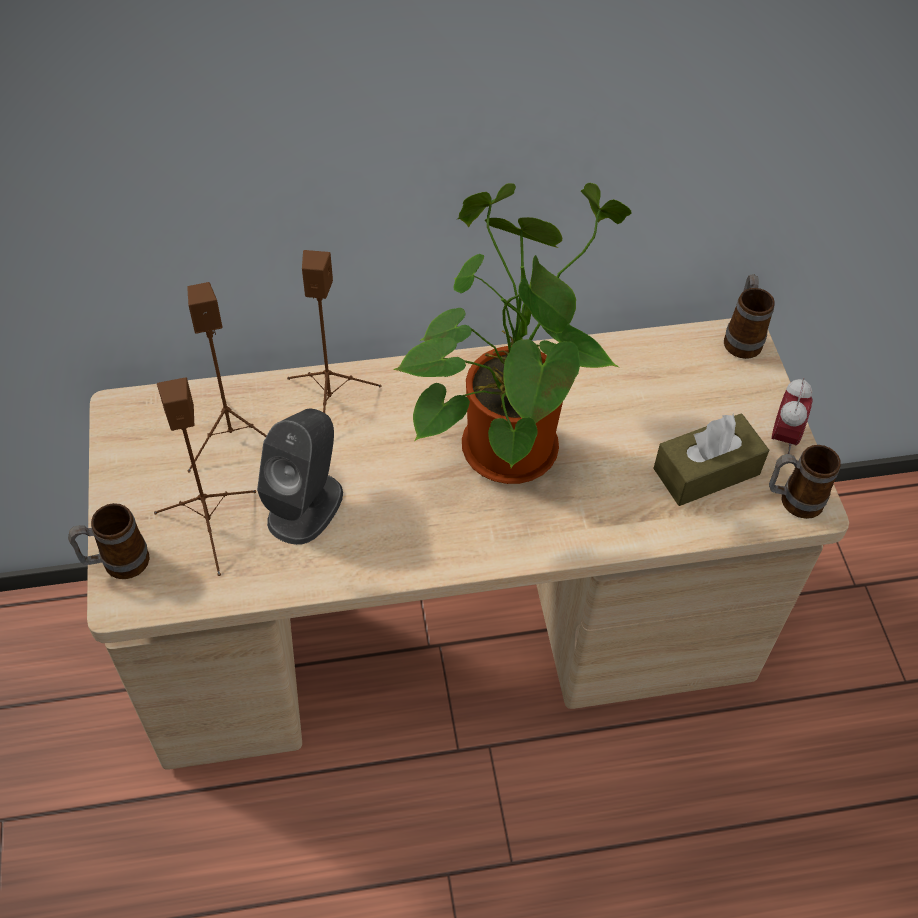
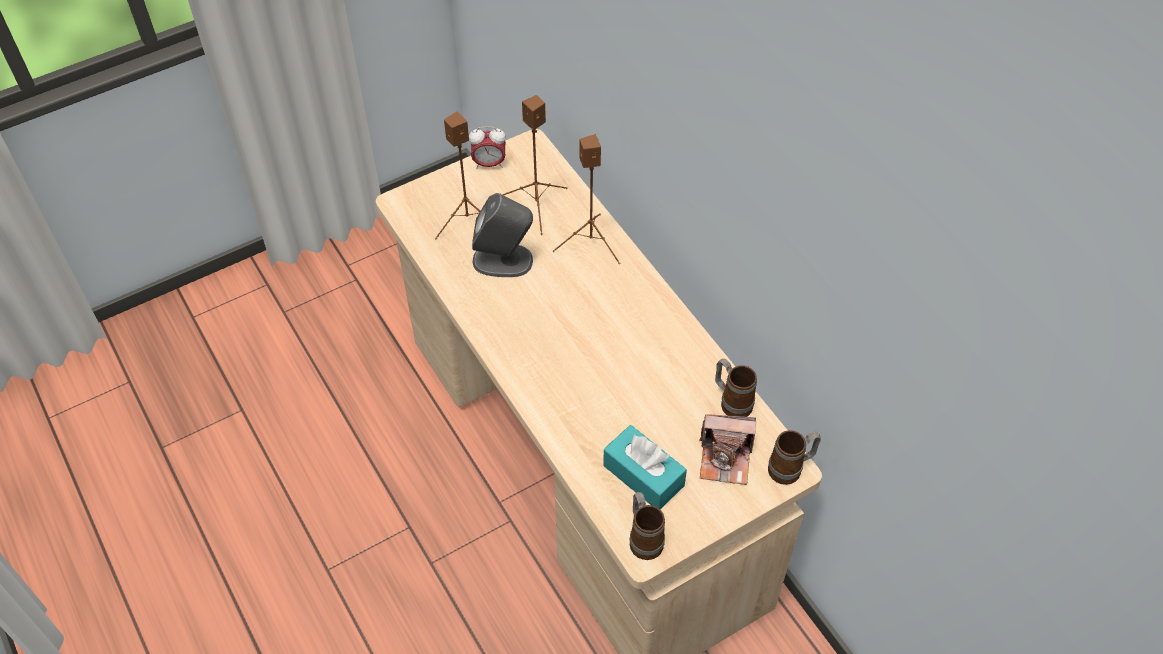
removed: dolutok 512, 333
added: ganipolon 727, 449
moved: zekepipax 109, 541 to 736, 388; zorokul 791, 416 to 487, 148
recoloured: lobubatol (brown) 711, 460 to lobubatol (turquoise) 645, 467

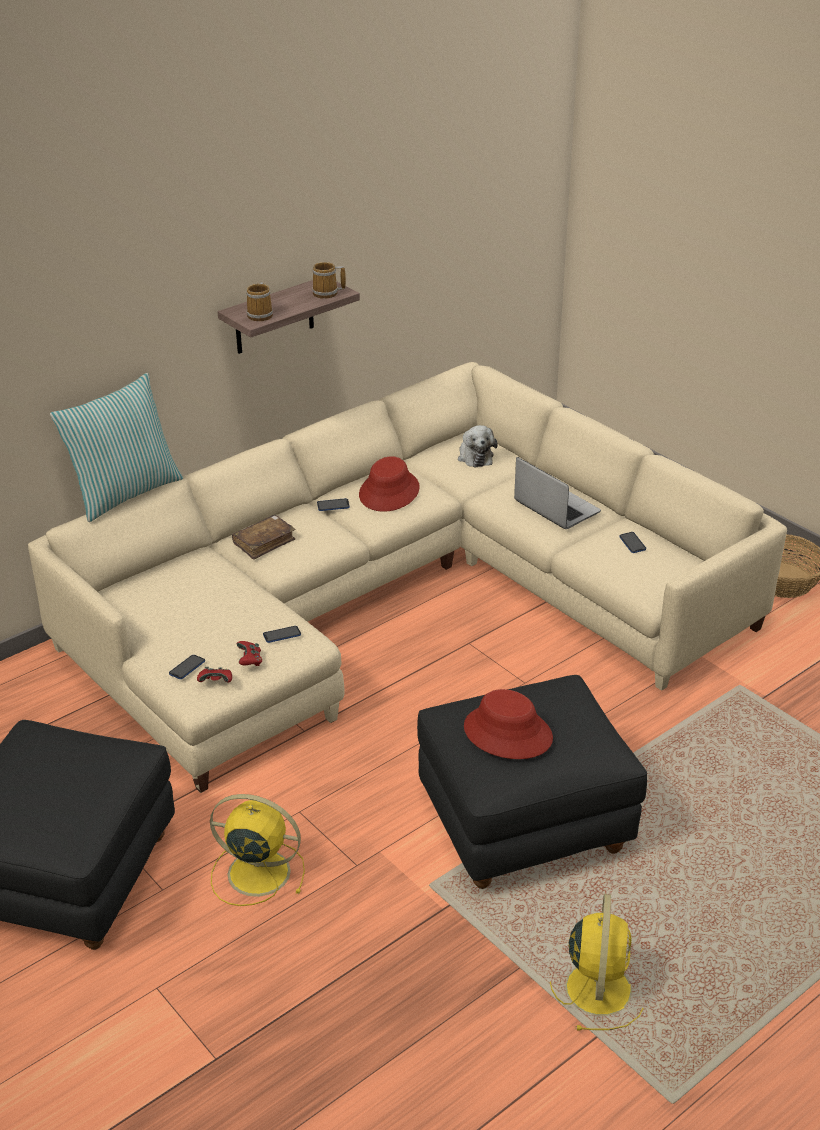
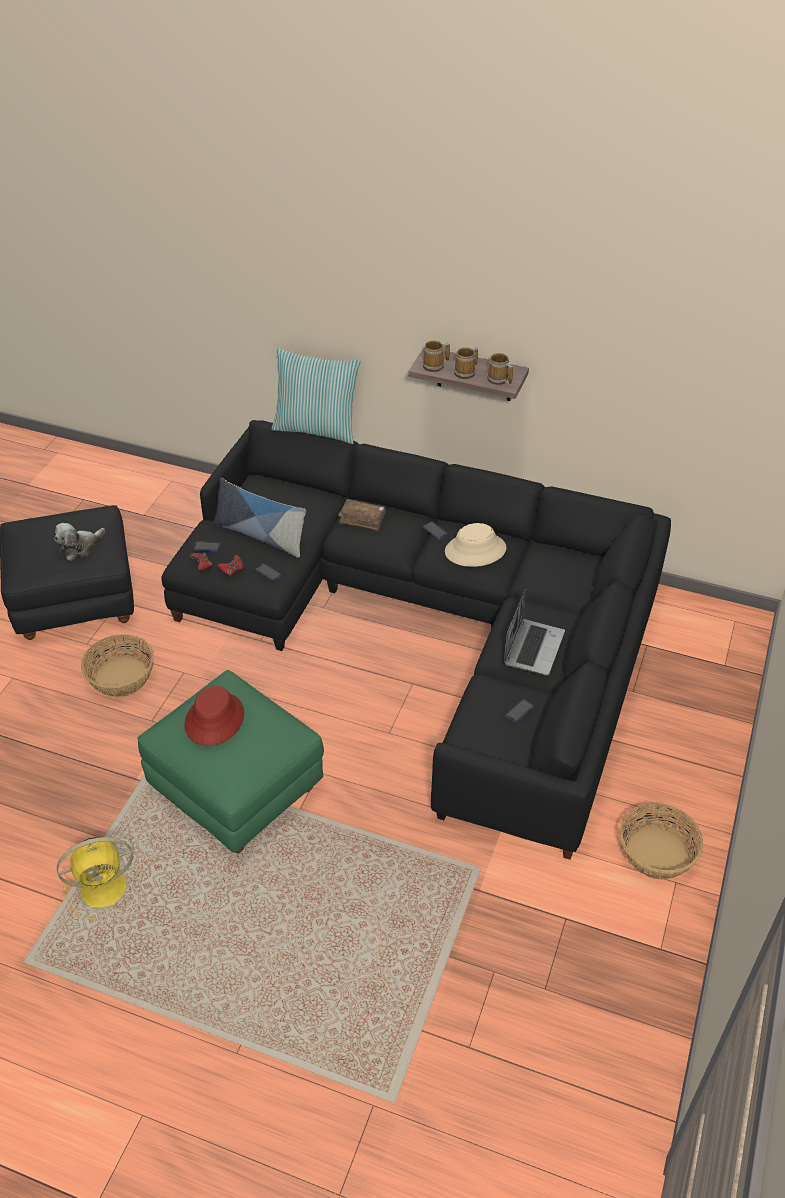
added: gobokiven 259, 518; zekepipax 466, 363
moved: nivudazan 478, 446 to 79, 542
replaced: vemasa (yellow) 257, 850 to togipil 117, 665
recoloured: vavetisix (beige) 407, 577 to vavetisix (black) 416, 640; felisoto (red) 389, 484 to felisoto (beige) 476, 545; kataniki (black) 532, 782 to kataniki (green) 230, 761

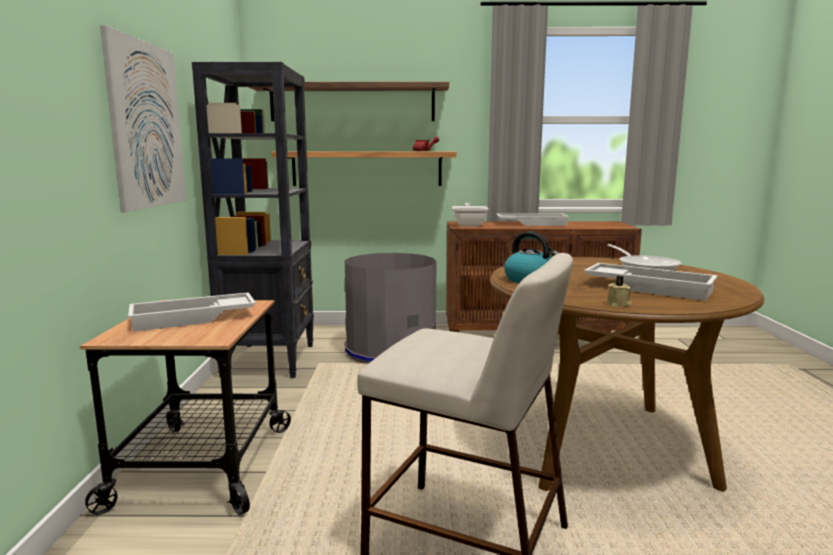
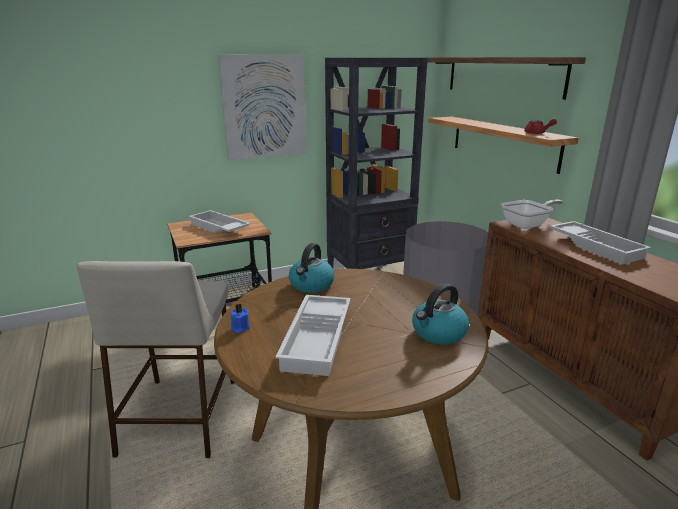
replaced: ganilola 644, 257 to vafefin 440, 314
recoloured: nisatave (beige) 619, 291 to nisatave (blue) 240, 318

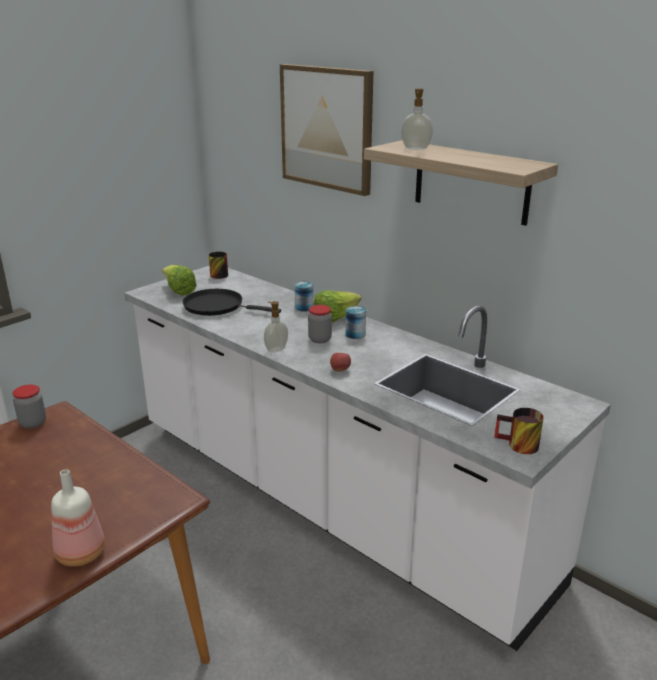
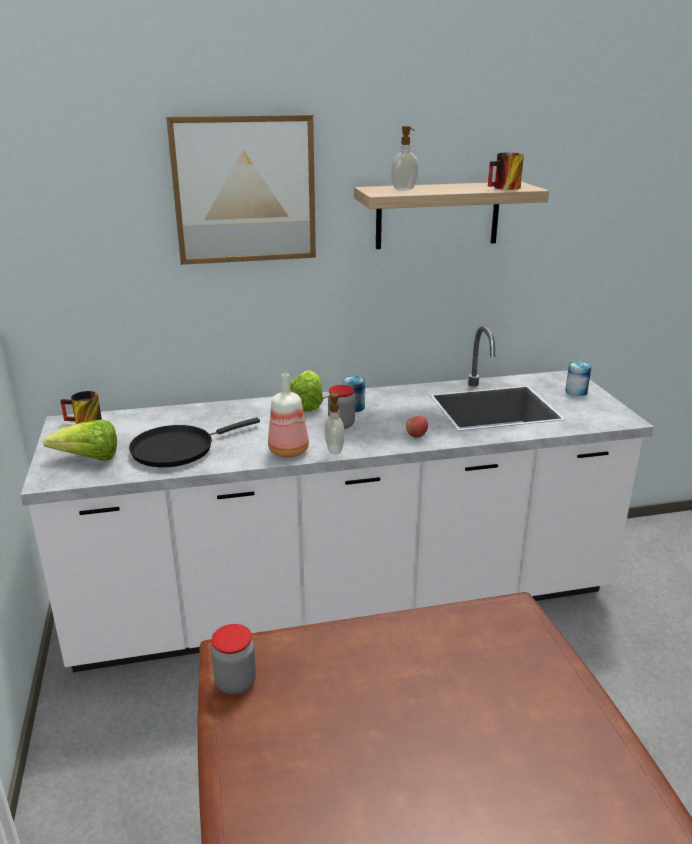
moved: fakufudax 78, 518 to 288, 415; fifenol 303, 296 to 578, 378; zekepipax 519, 431 to 506, 171

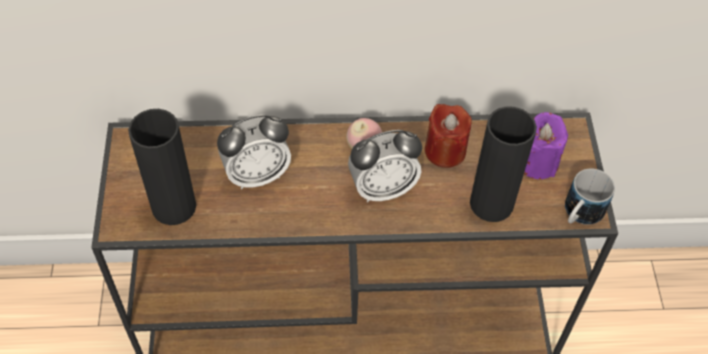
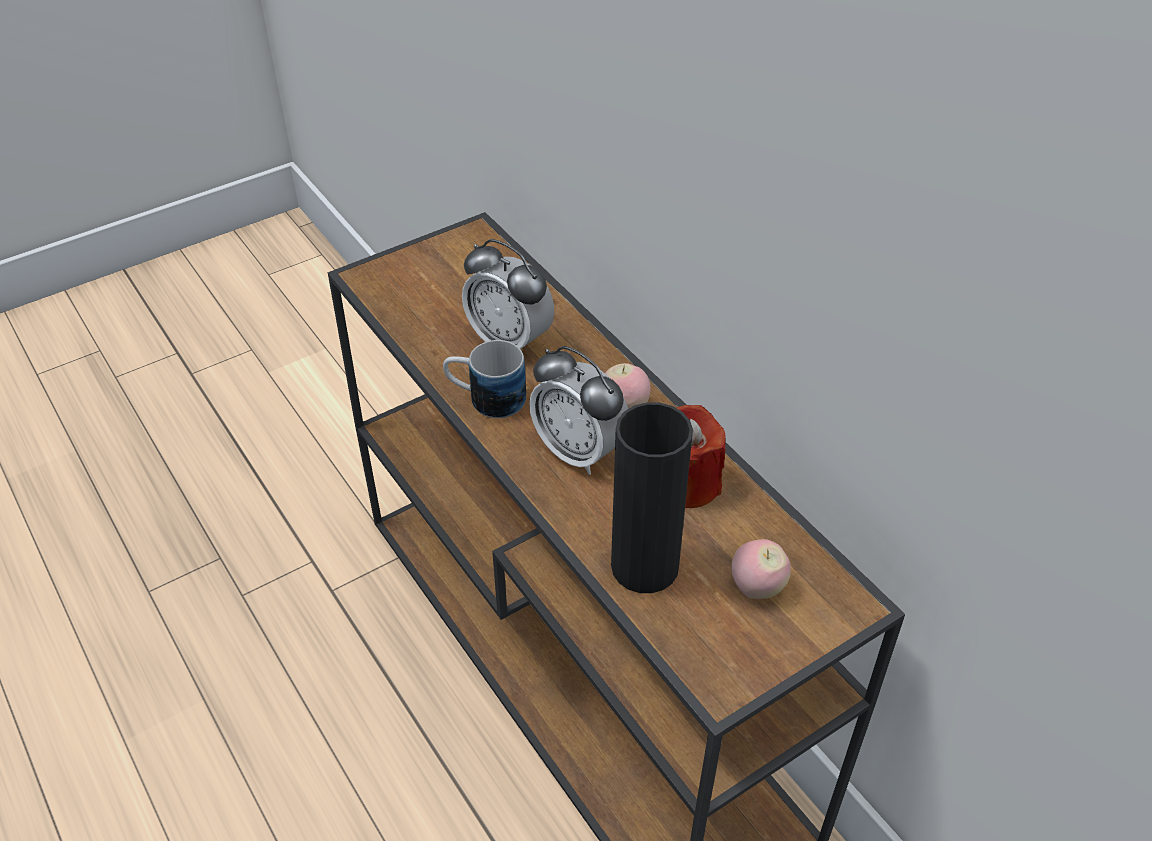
removed: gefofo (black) 162, 167
moved: zekepipax 590, 197 to 484, 379
replaced: nisatave (purple) 546, 145 to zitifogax 761, 569

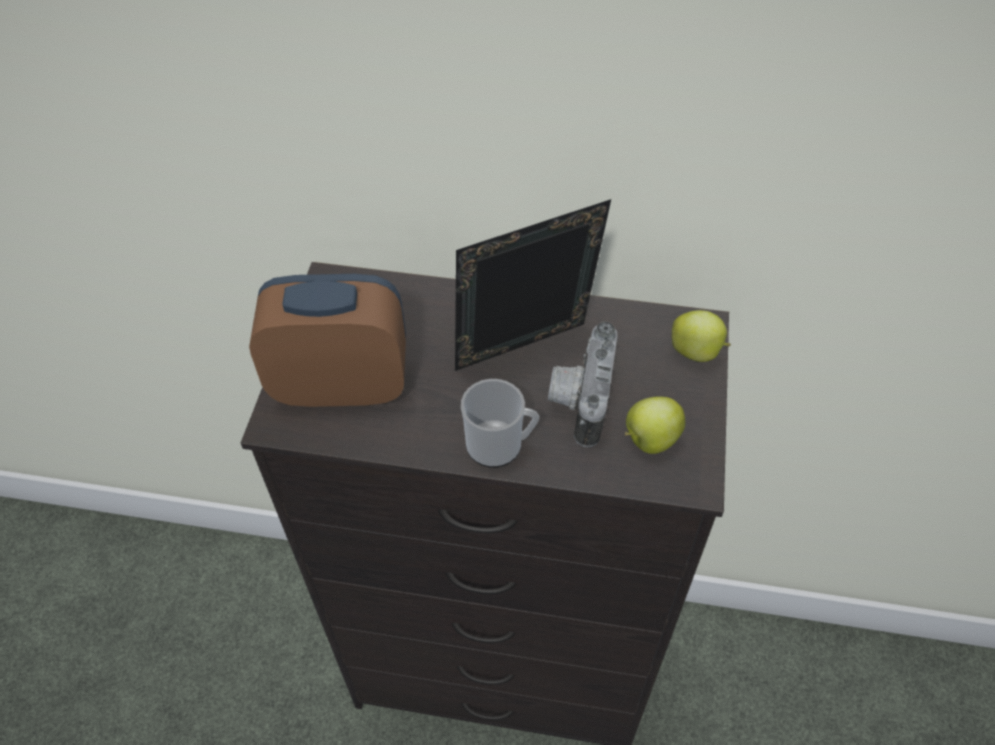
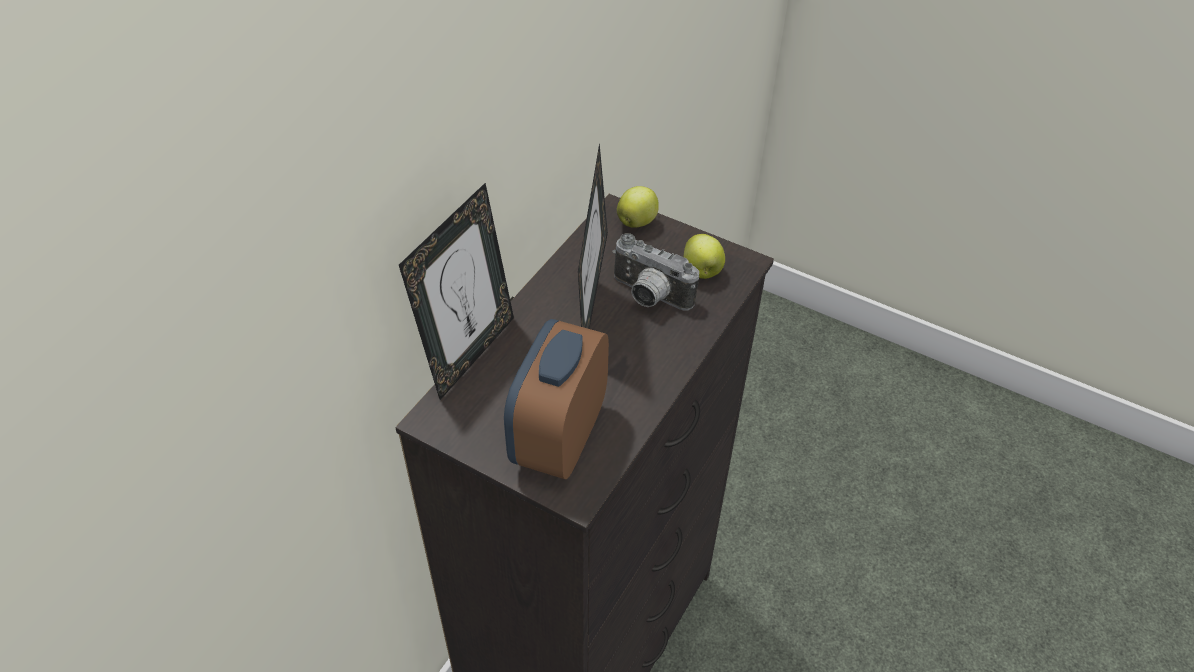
removed: zekepipax 500, 423
added: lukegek 456, 291

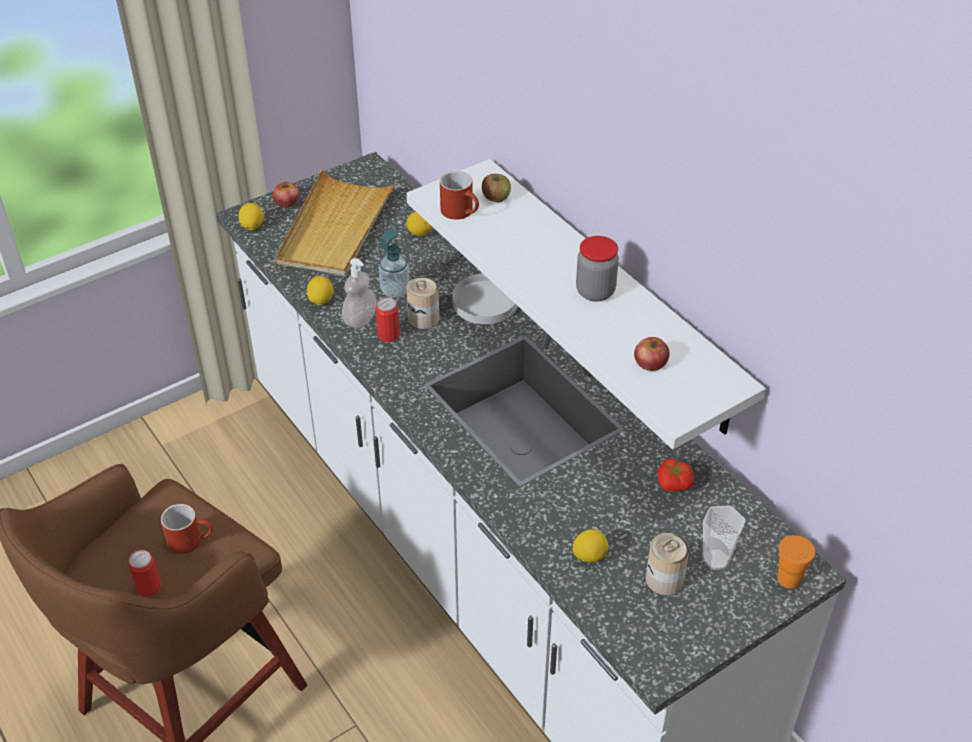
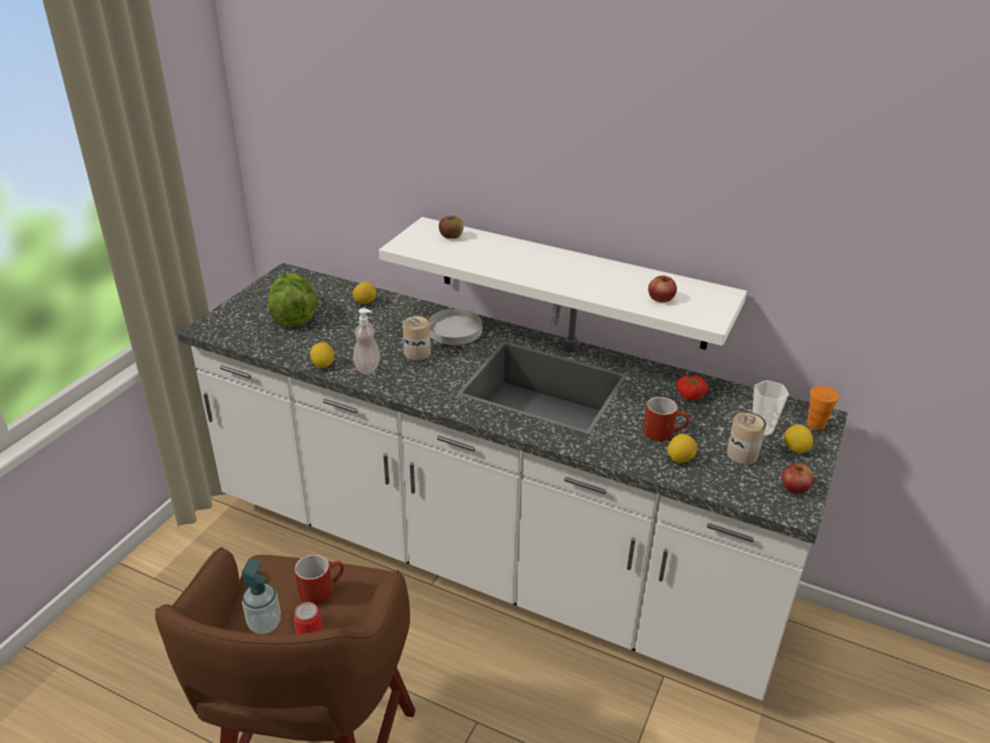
removed: fifenol 388, 319; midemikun 597, 269
moved: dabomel 251, 216 to 798, 439; zitifogax 286, 195 to 797, 478; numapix 394, 263 to 261, 596; zekepipax (red) 459, 195 to 666, 419
replaced: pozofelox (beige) 336, 223 to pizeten 292, 300

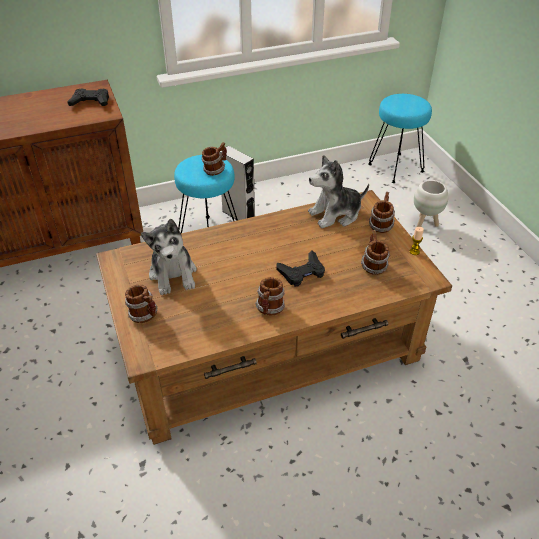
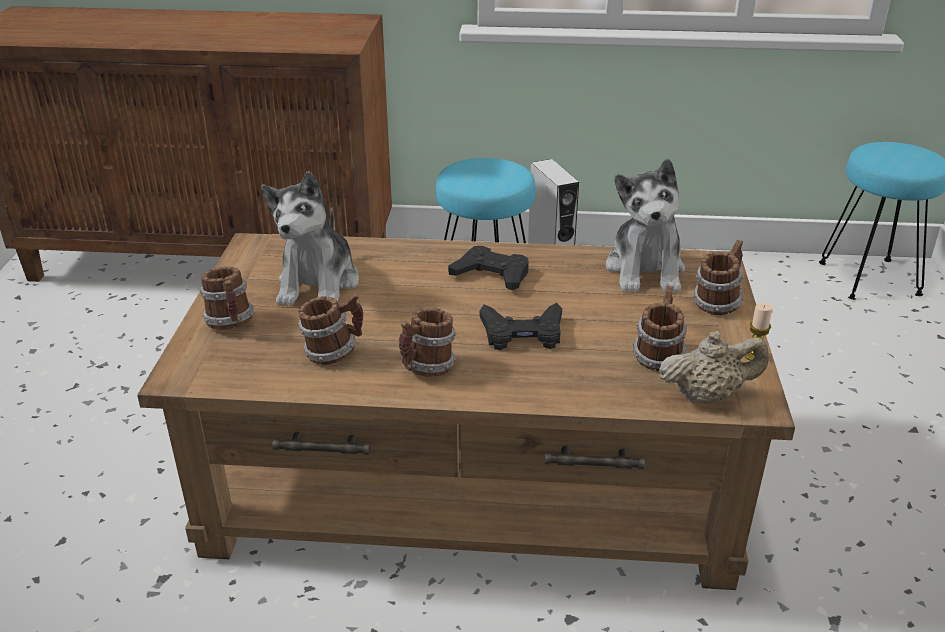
removed: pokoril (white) 431, 203
added: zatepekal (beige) 714, 367
moved: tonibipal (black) 88, 97 to 488, 268; zekepipax 214, 159 to 330, 329
turned: nivudazan 338, 191 = 645, 225 90 degrees counterclockwise

